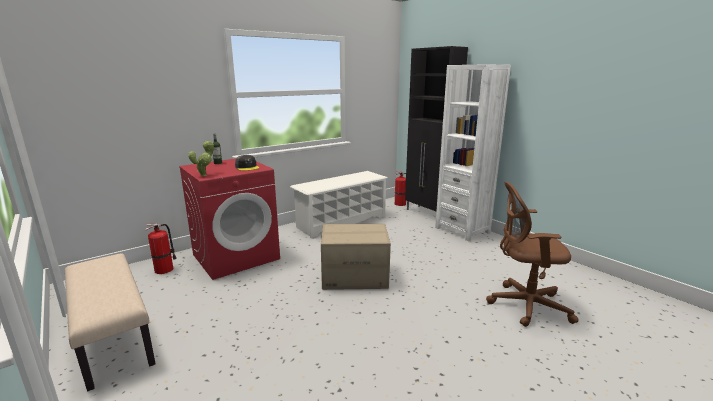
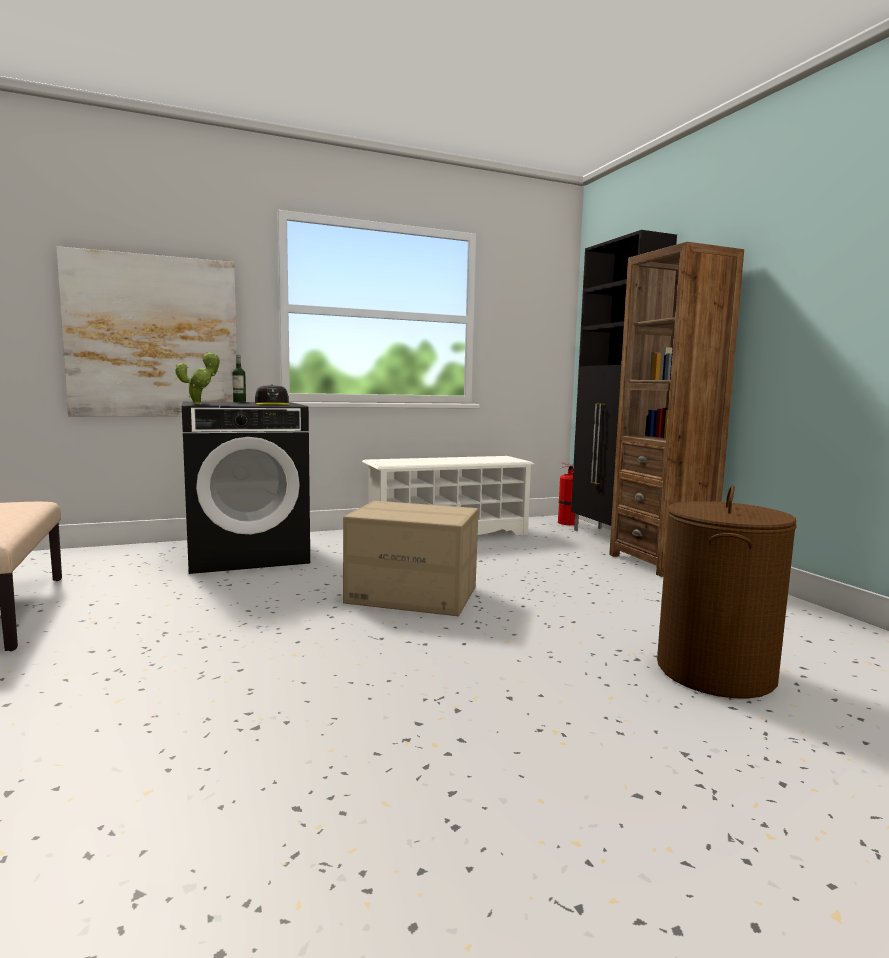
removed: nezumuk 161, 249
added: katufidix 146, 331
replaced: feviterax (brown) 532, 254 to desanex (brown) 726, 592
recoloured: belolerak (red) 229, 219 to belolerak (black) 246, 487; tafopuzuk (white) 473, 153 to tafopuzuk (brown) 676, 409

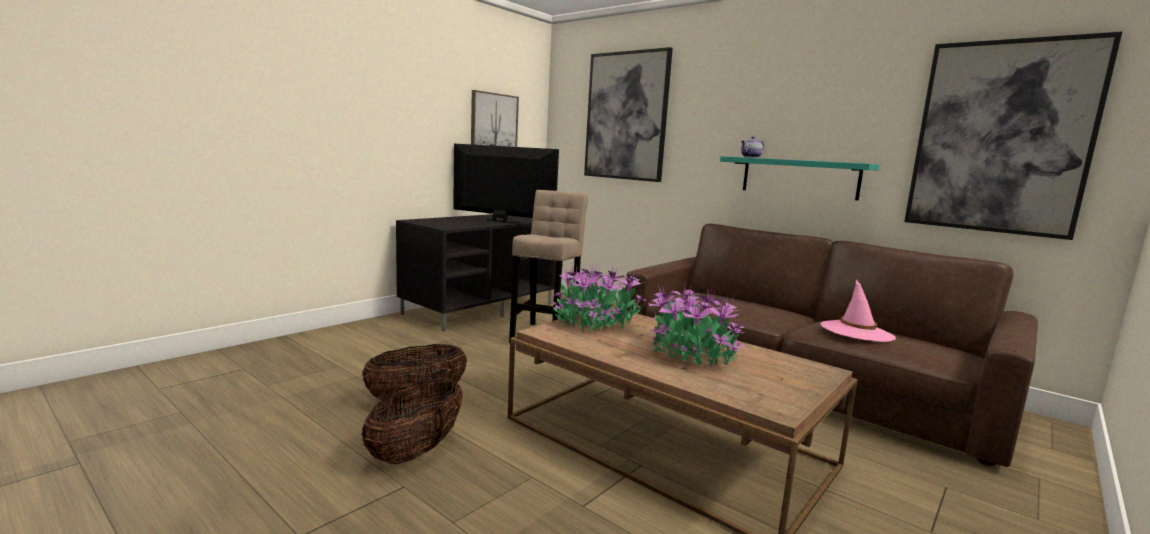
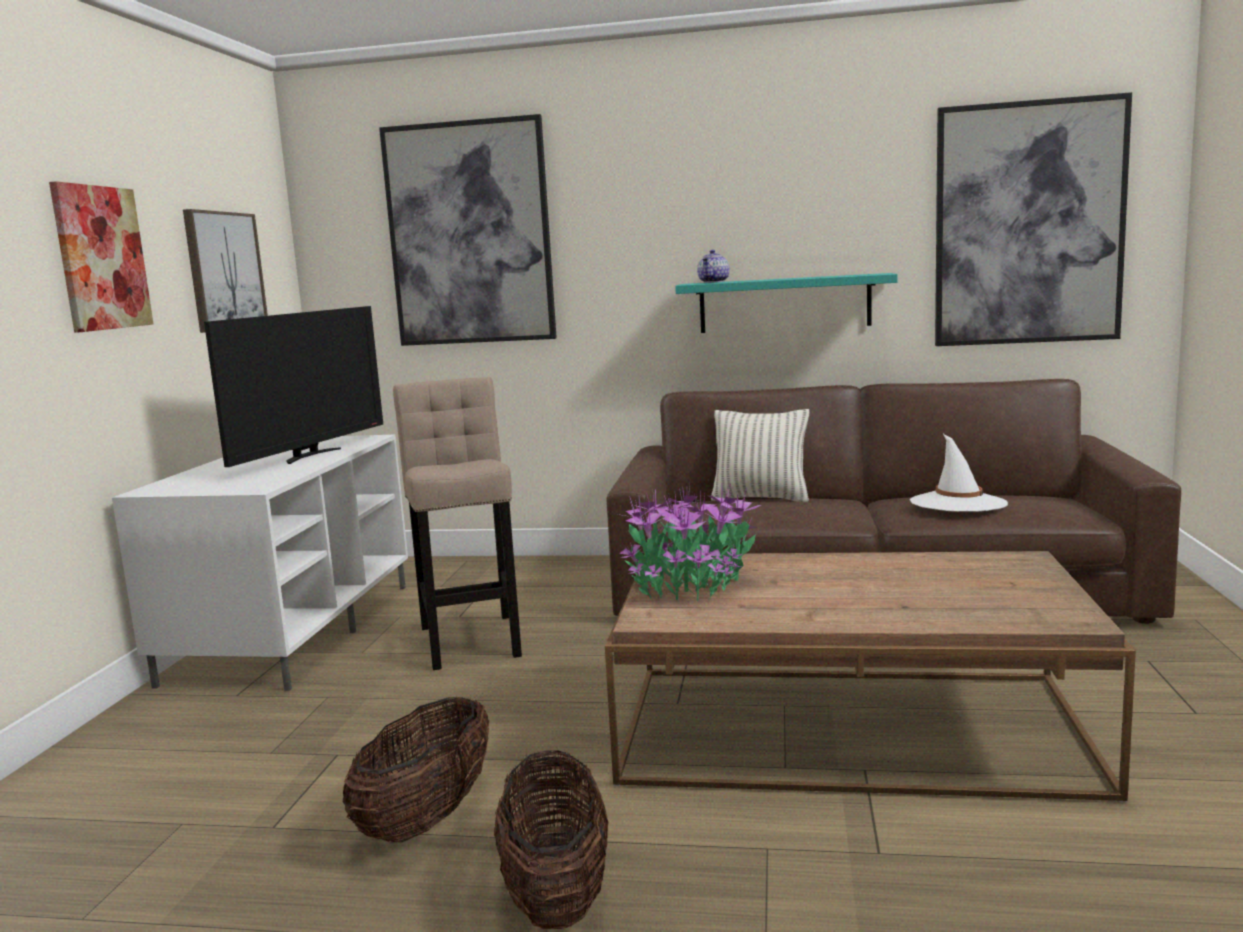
removed: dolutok 697, 325
added: katufidix 101, 257; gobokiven 760, 455
recoloured: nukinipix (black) 476, 272 to nukinipix (white) 260, 563; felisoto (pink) 858, 311 to felisoto (white) 959, 473
turned: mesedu 506, 183 = 293, 386 120 degrees clockwise

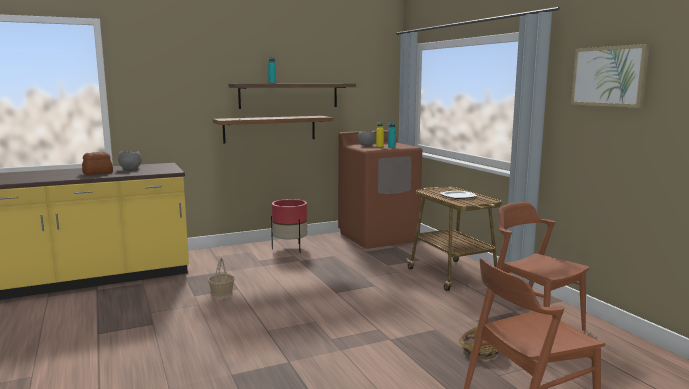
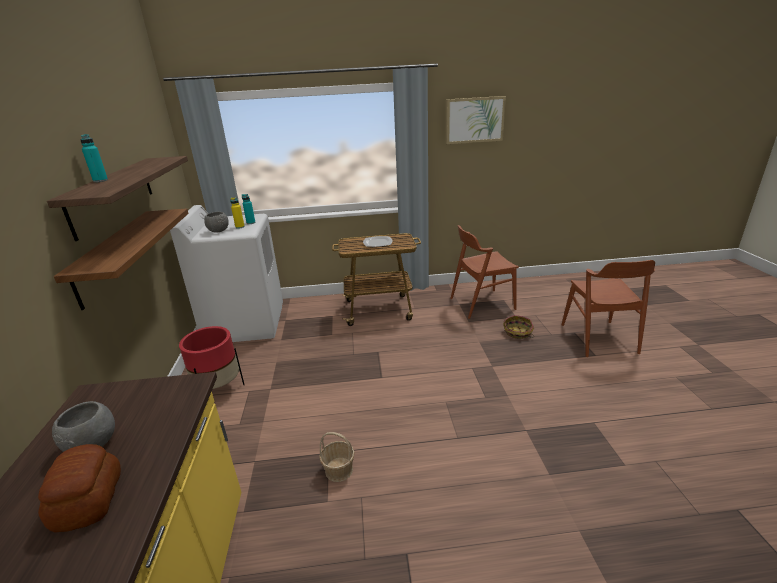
recoloured: belolerak (brown) 380, 189 to belolerak (white) 226, 273

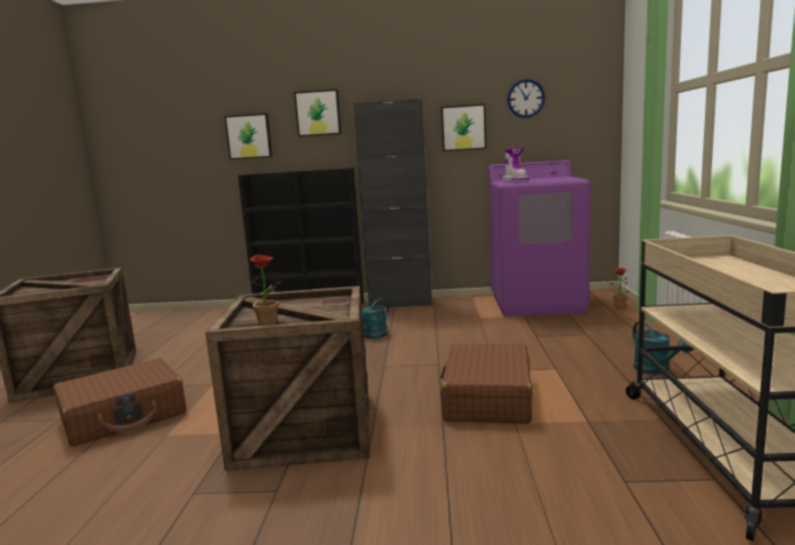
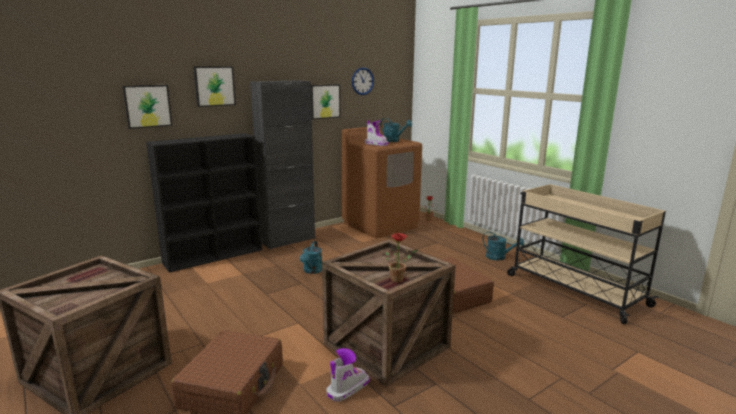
added: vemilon 348, 375; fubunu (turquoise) 396, 130
recoloured: belolerak (purple) 539, 238 to belolerak (brown) 382, 181

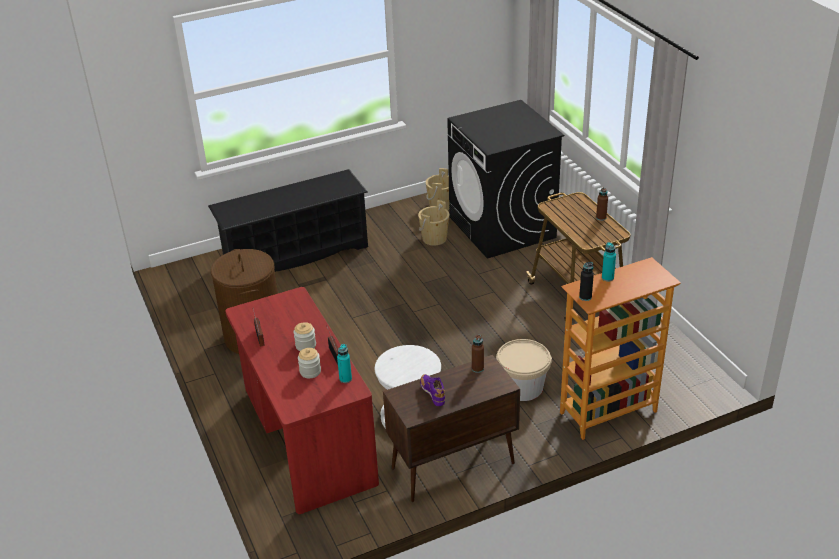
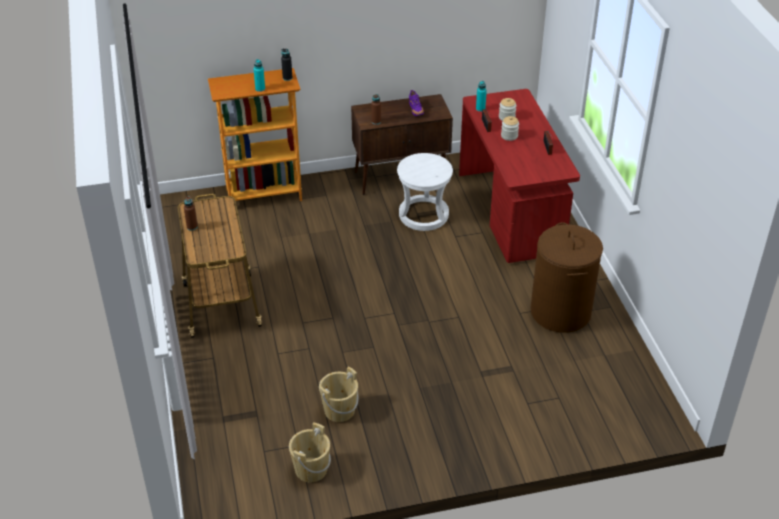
removed: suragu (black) 288, 220; belolerak (black) 505, 179; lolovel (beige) 524, 370

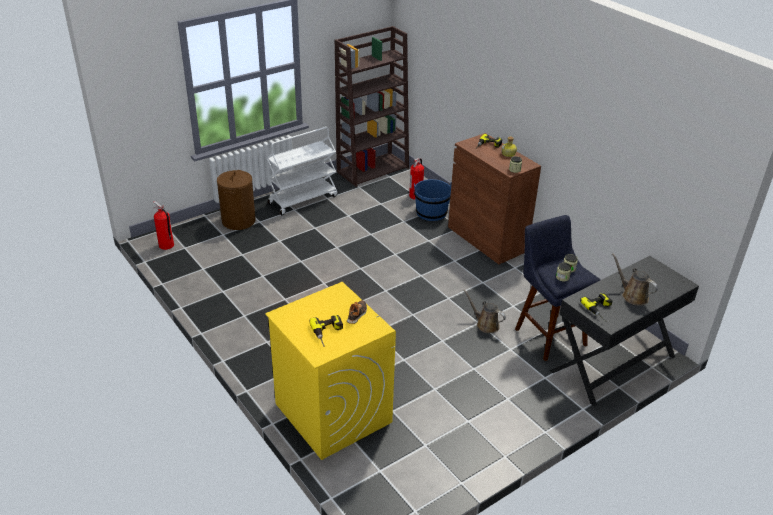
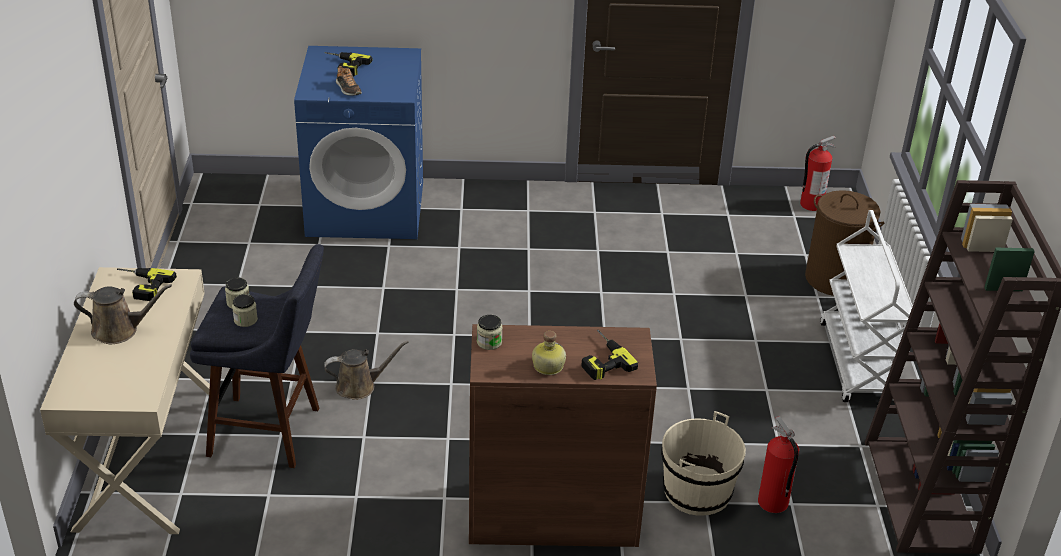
recoloured: belolerak (yellow) 330, 371 to belolerak (blue) 358, 142; lolovel (blue) 433, 200 to lolovel (beige) 703, 463; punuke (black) 624, 331 to punuke (beige) 125, 400

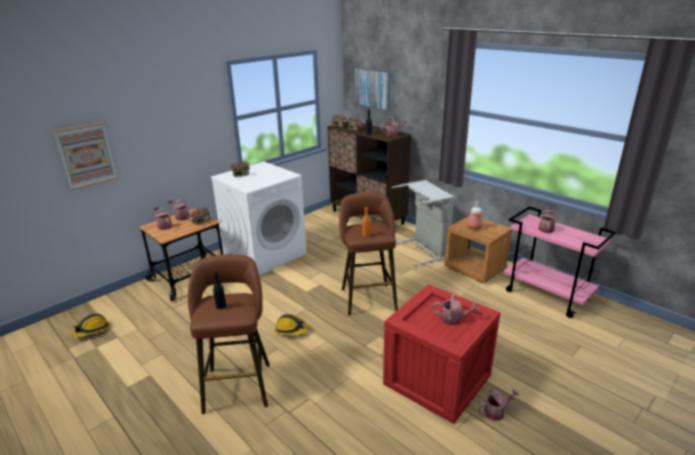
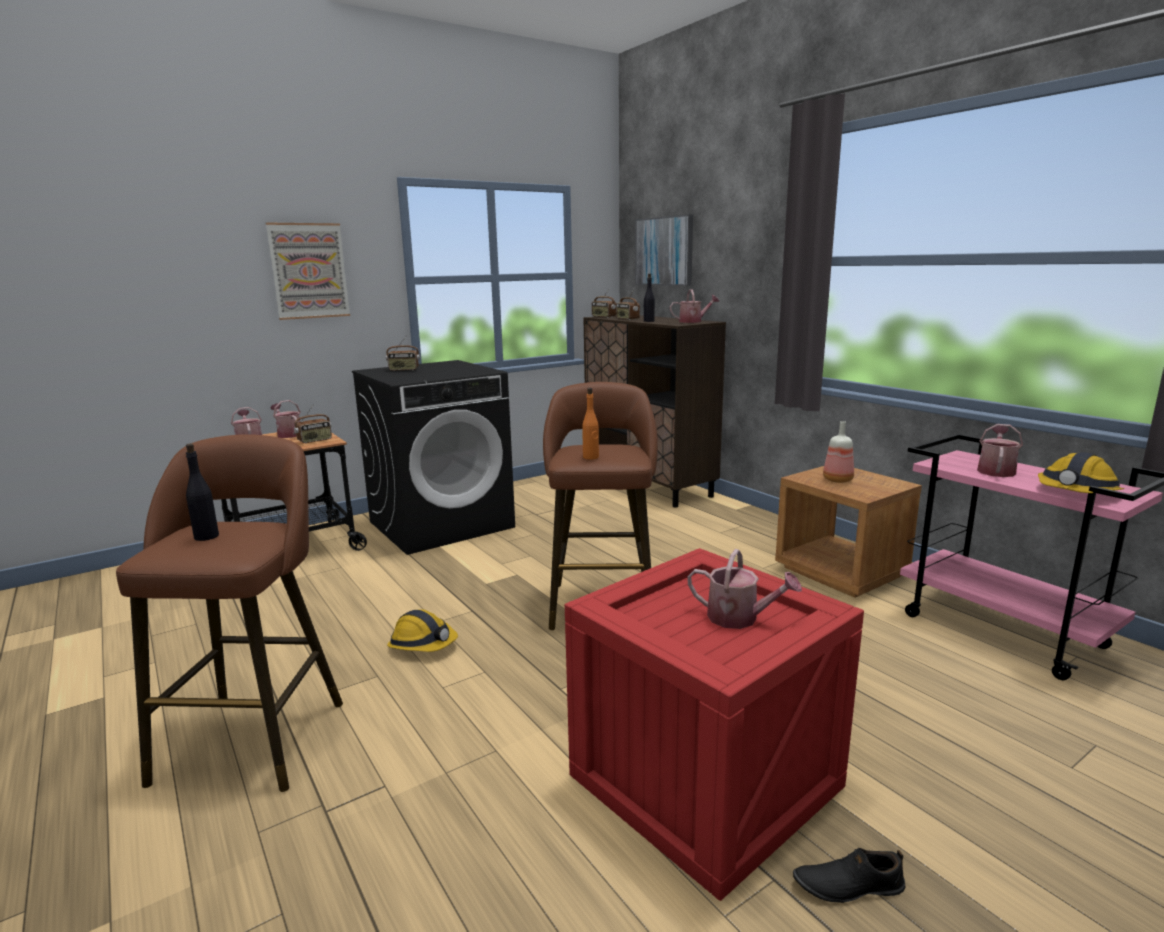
removed: desanex (grey) 422, 223
moved: katufidix 85, 156 to 308, 271; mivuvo 90, 325 to 1081, 472
replaced: fubunu 498, 405 to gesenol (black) 849, 875
recoloured: belolerak (white) 259, 218 to belolerak (black) 433, 457

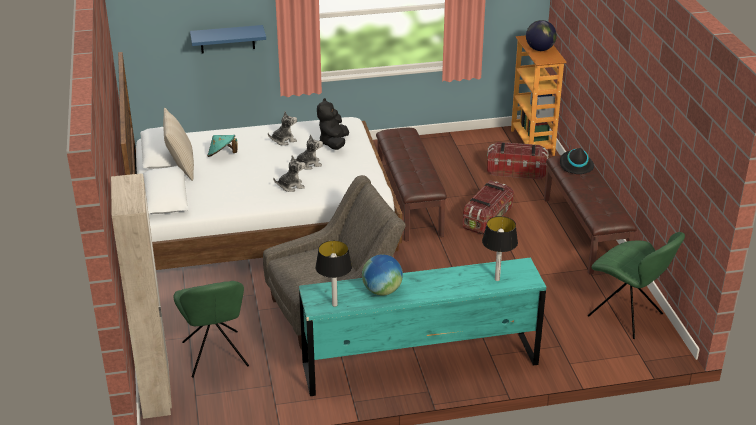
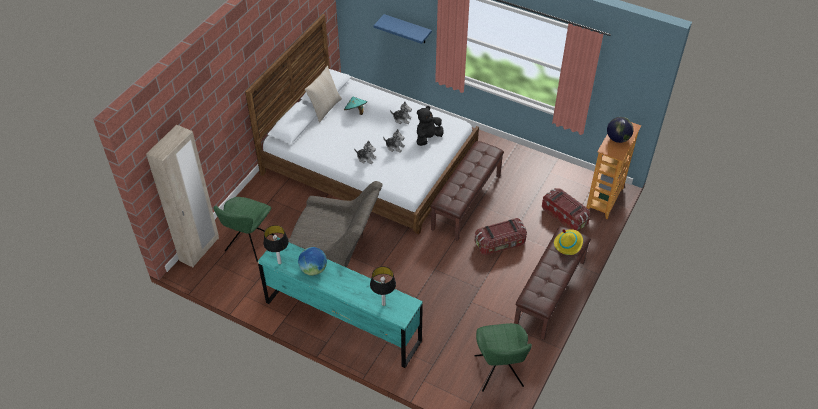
recoloured: felisoto (black) 577, 161 to felisoto (yellow) 568, 242

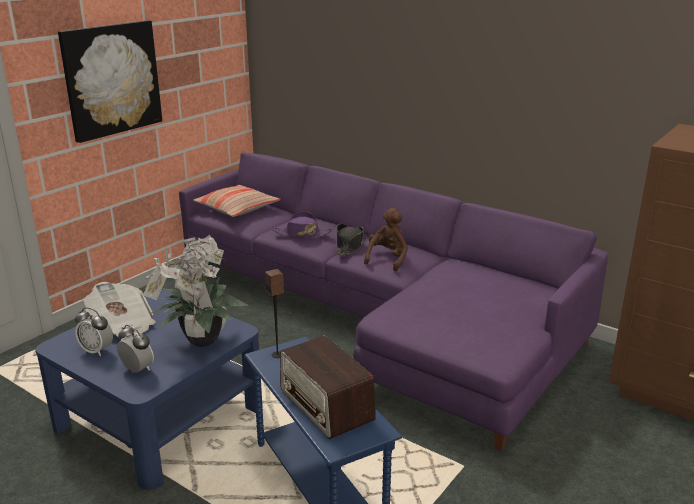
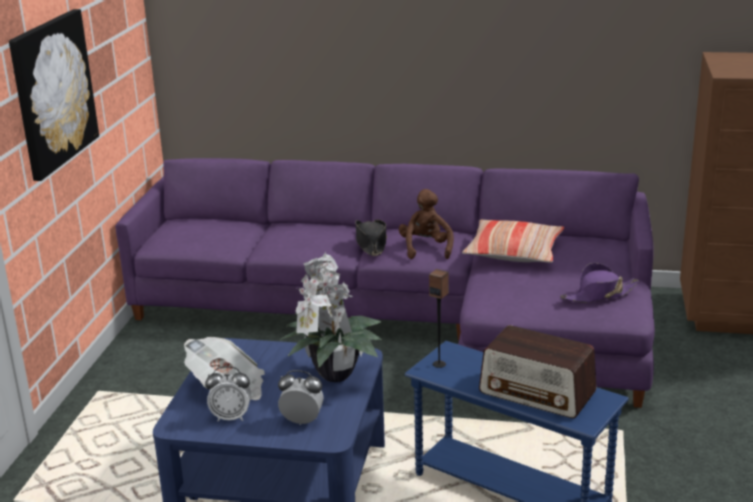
moved: gobokiven 236, 201 to 513, 241; felisoto (purple) 302, 224 to 599, 283

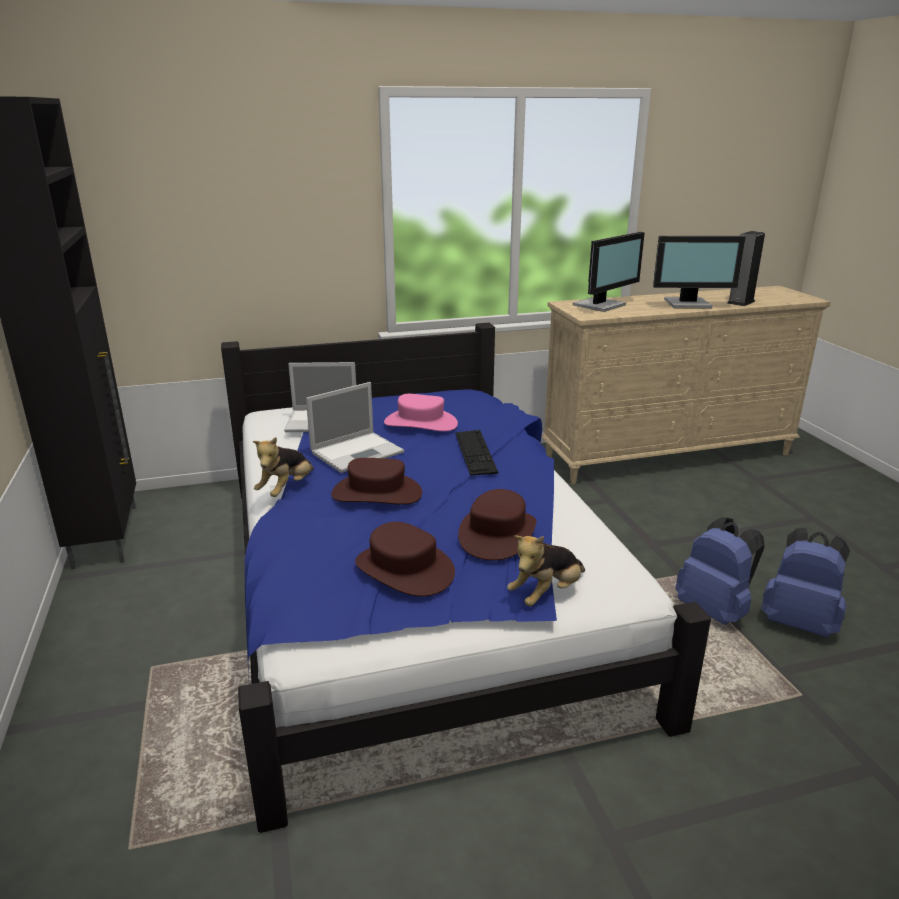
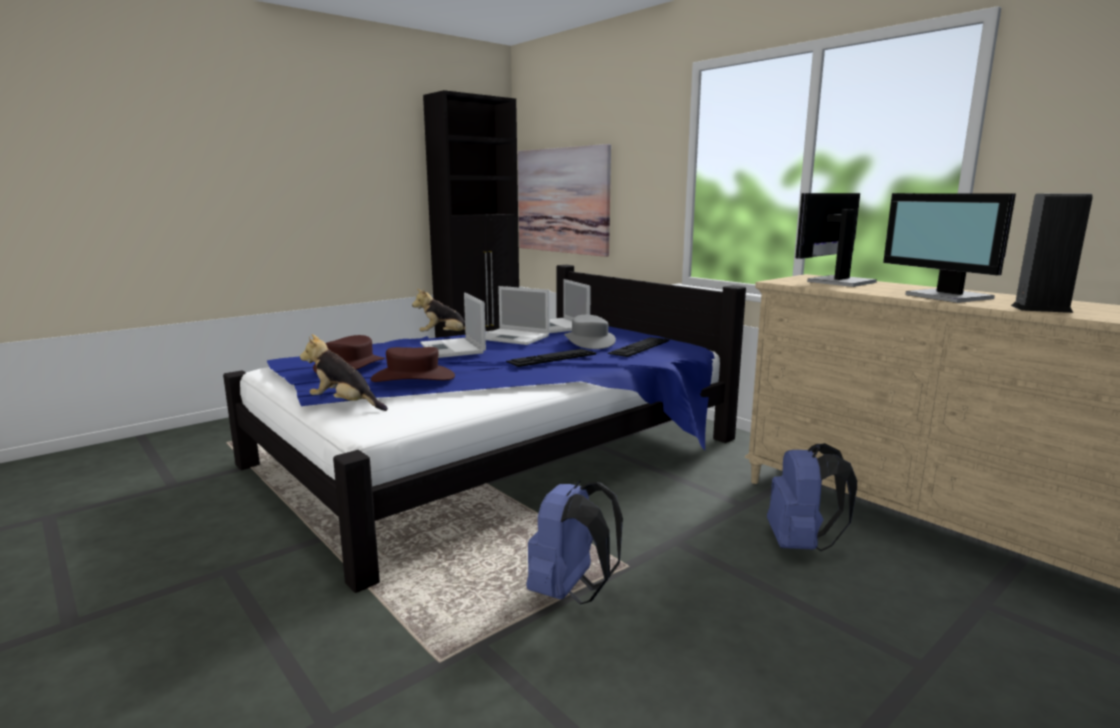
added: katufidix 564, 200; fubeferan 638, 347
moved: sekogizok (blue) 805, 582 to 812, 497
replaced: felisoto (brown) 376, 481 to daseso 453, 325
recoloured: felisoto (pink) 421, 412 to felisoto (grey) 590, 332
turned: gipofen 609, 272 = 836, 240 120 degrees clockwise

